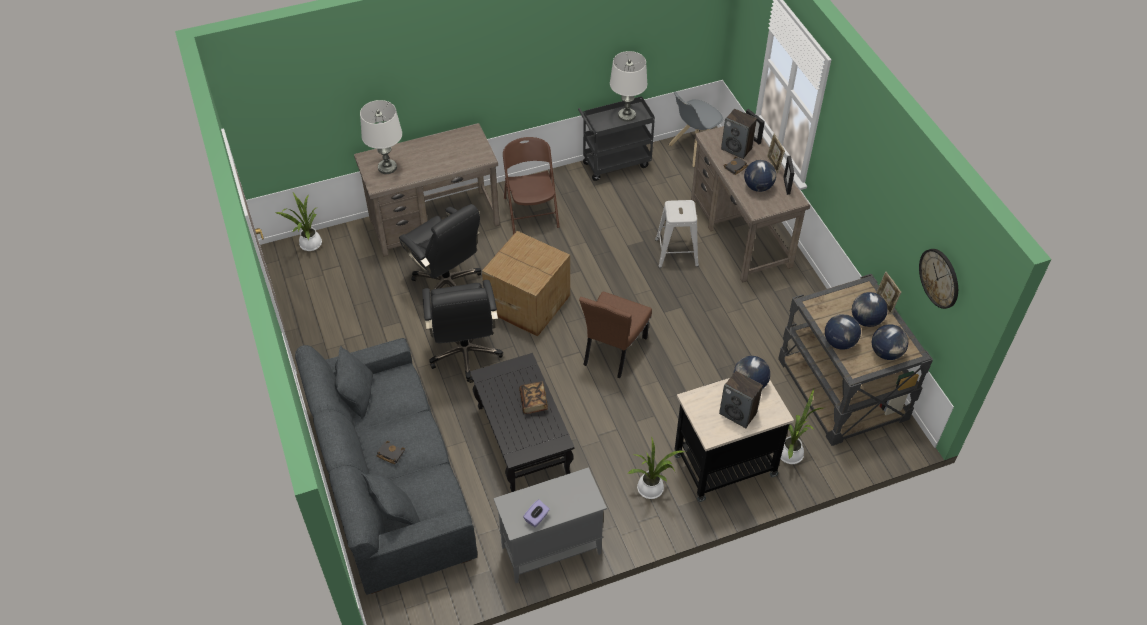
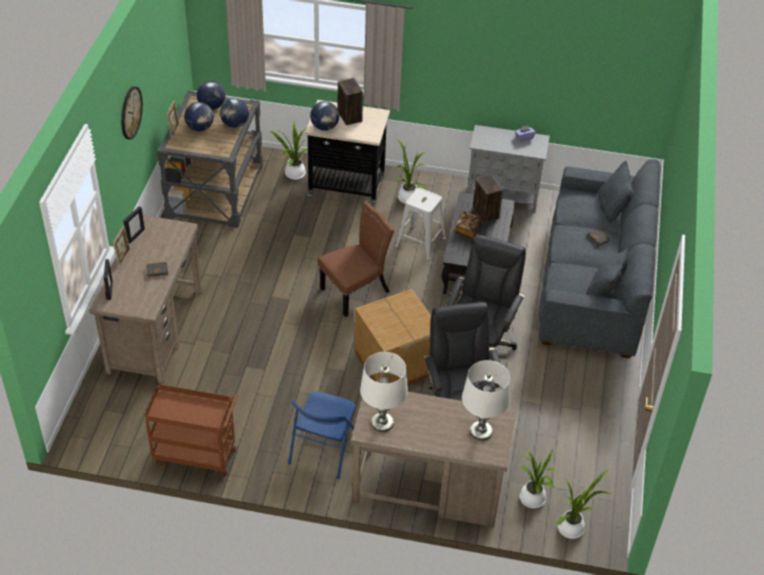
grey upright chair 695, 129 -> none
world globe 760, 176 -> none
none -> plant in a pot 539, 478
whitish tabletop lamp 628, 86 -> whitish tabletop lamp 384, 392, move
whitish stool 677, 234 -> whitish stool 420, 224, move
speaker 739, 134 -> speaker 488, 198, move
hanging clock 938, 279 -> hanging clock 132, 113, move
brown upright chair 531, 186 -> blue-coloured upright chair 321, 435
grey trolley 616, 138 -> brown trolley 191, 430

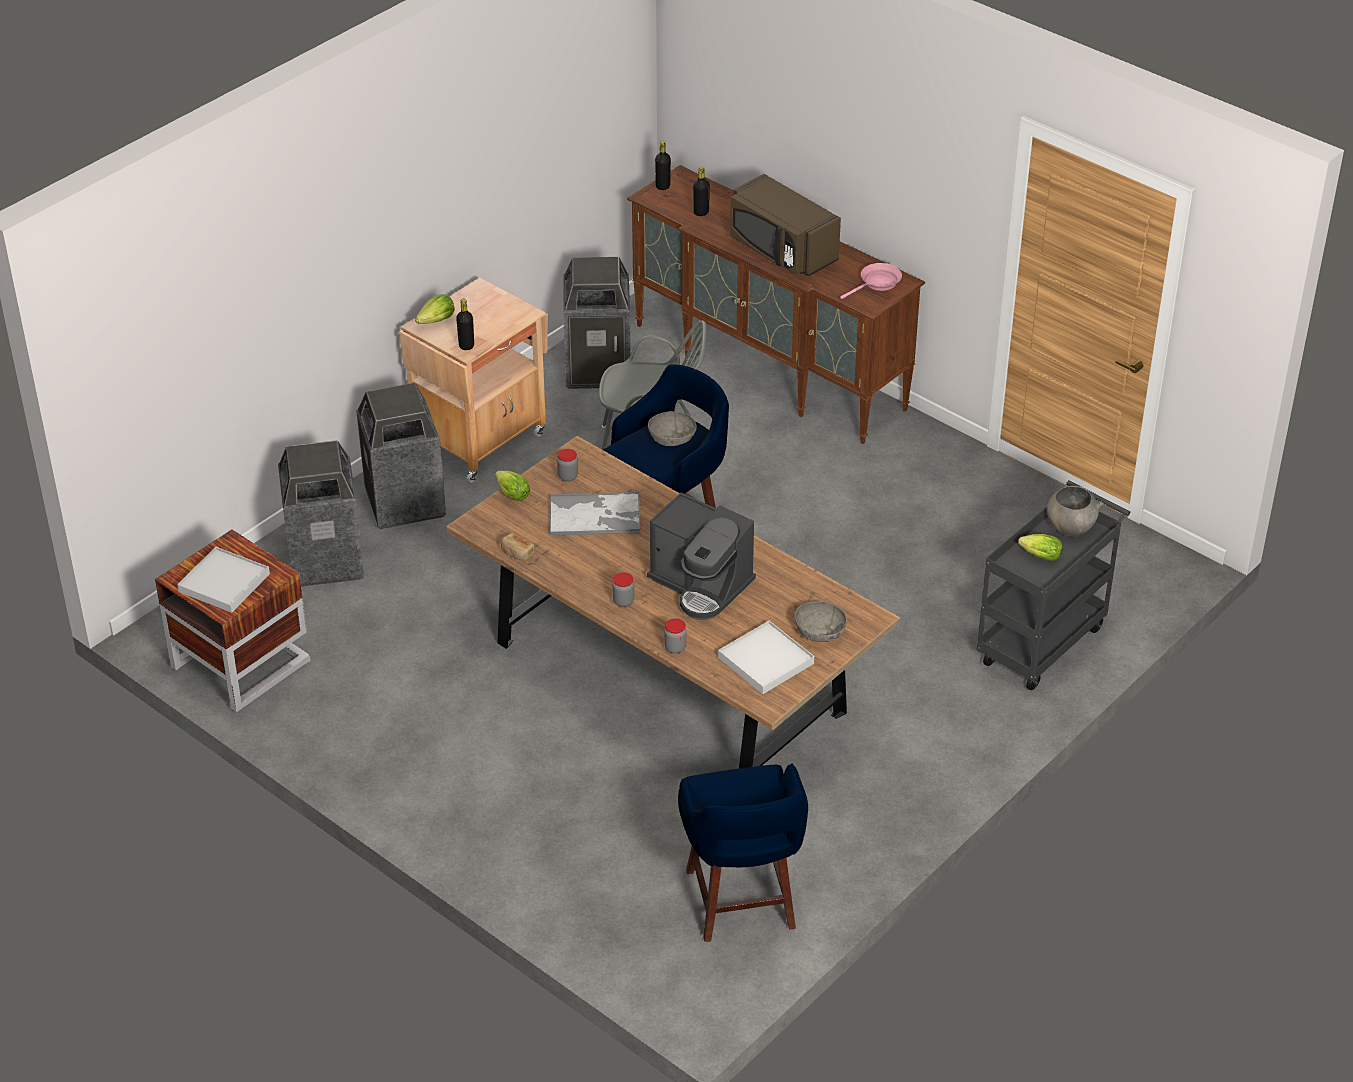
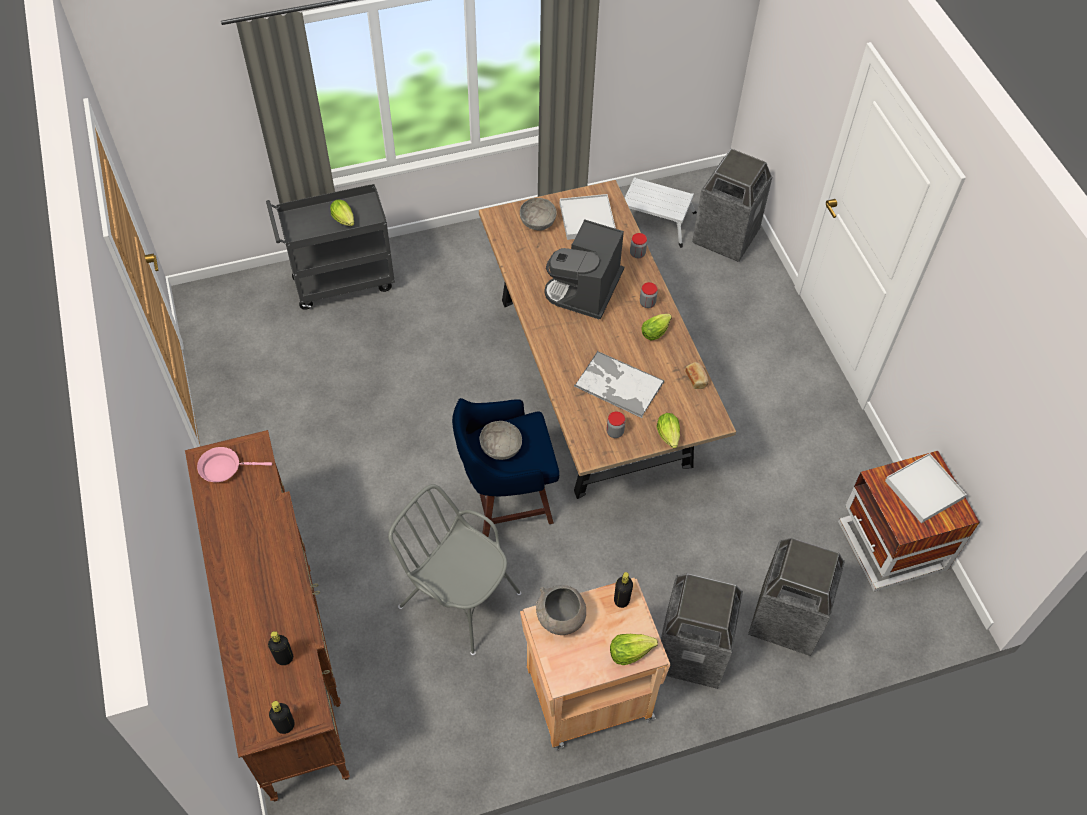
brown kitchen microwave 785, 225 -> none
none -> lettuce head 656, 327
waste bin 596, 323 -> waste bin 732, 205, move
grey deep dish 1075, 511 -> grey deep dish 561, 610, move
blue-coloured stool 743, 852 -> whitish step stool 661, 212
coffee maker 701, 556 -> coffee maker 584, 269, 135 degrees counterclockwise

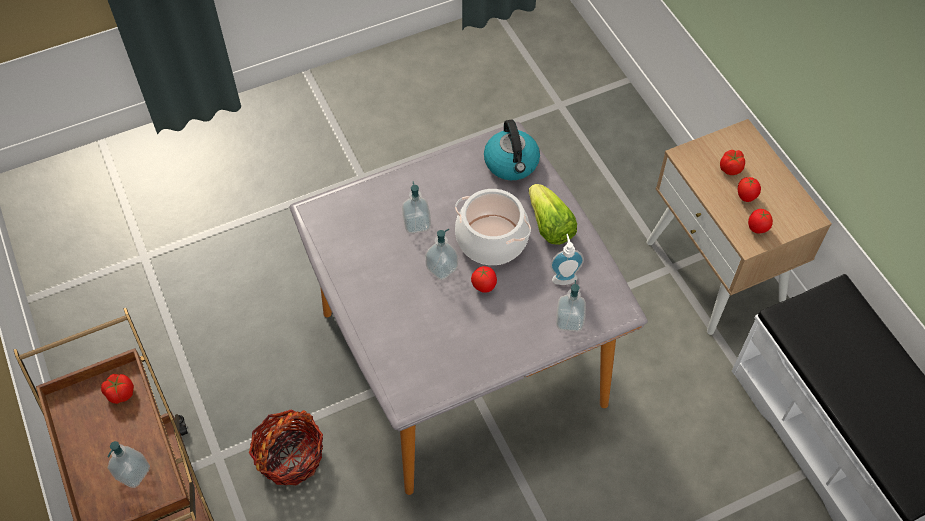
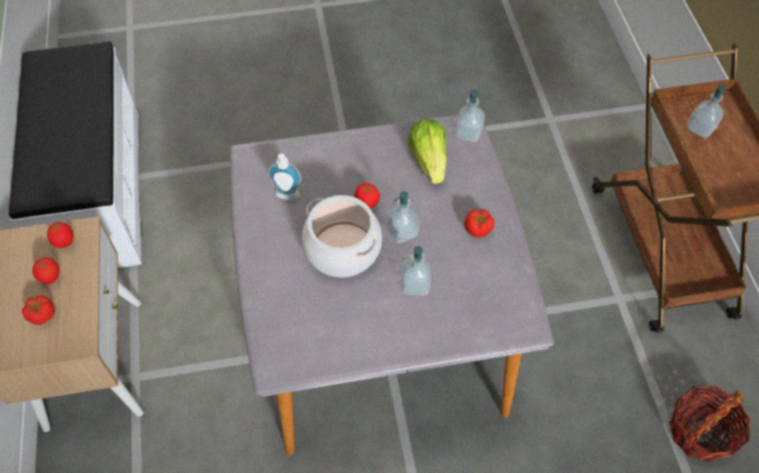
water kettle 512, 149 -> none
tomato 117, 389 -> tomato 479, 223, move
household basket 286, 447 -> household basket 709, 424, move
lettuce head 553, 214 -> lettuce head 427, 151, move
soap bottle 571, 305 -> soap bottle 470, 116, move

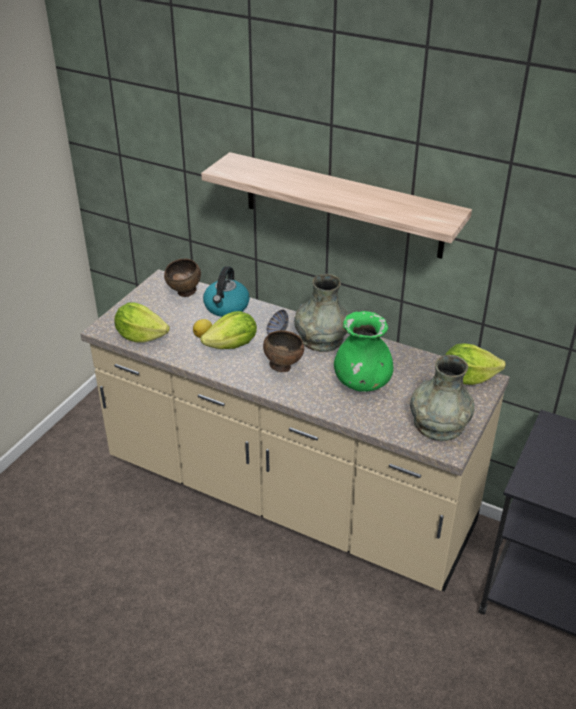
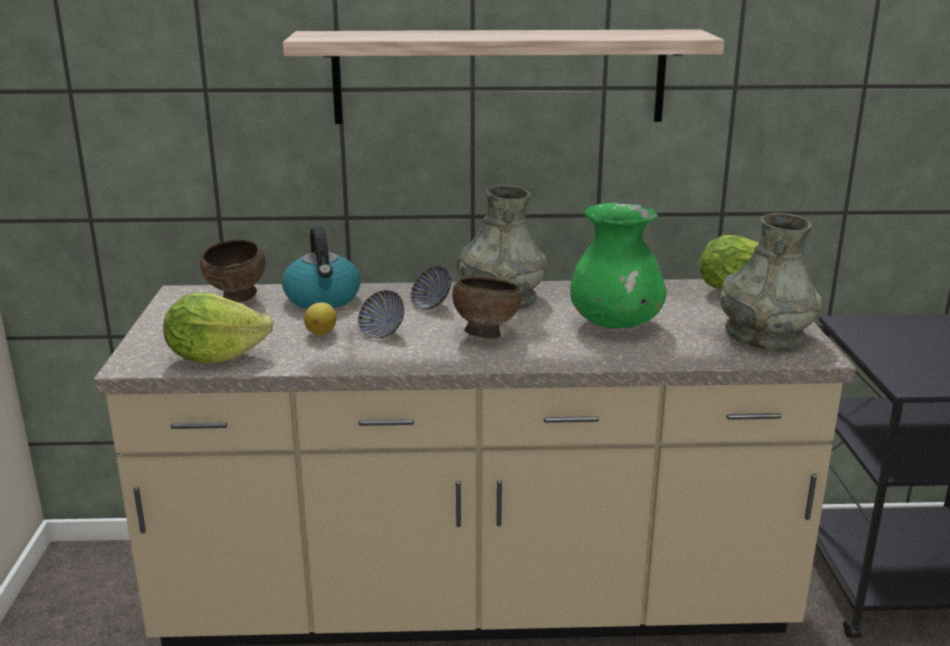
lettuce head 228, 330 -> deep dish 381, 314

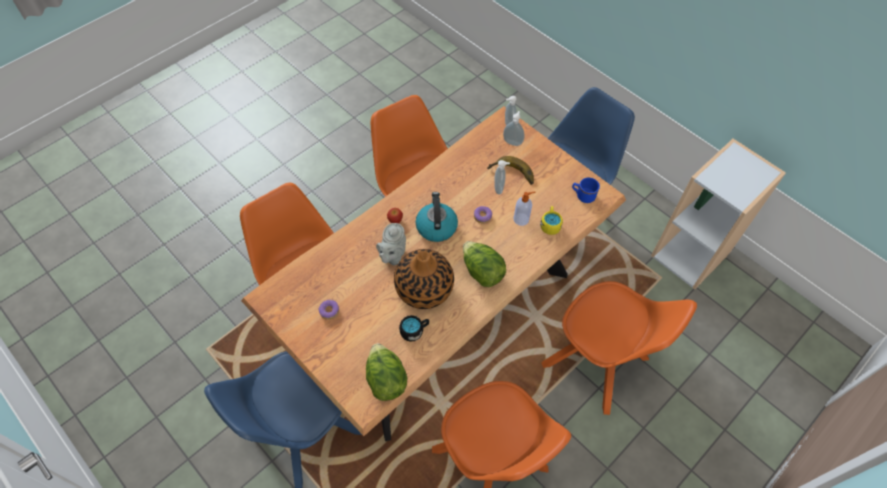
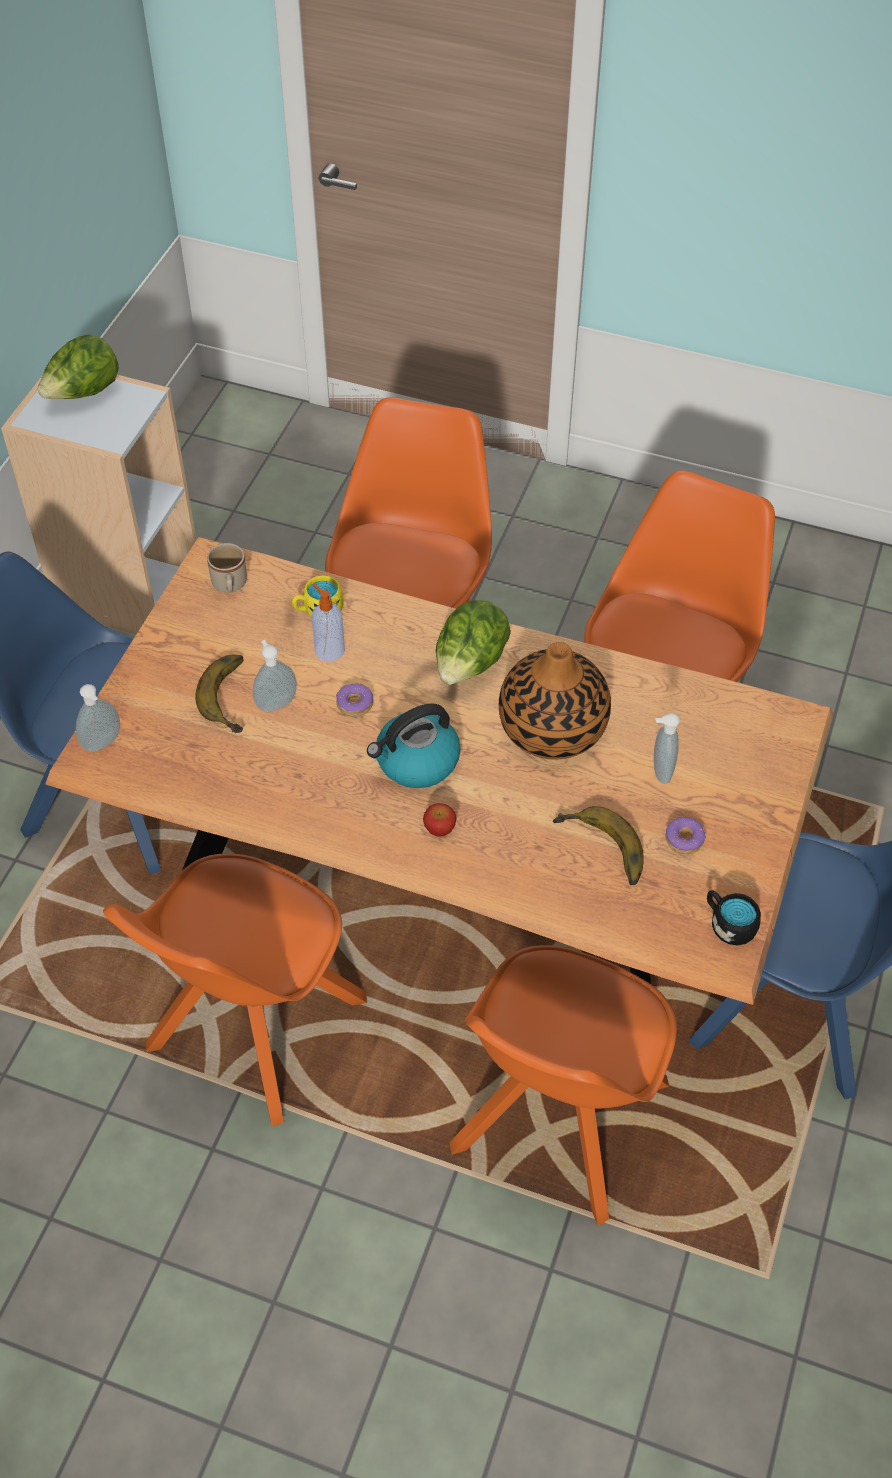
grey tea pot 391, 244 -> none
none -> banana fruit 598, 845
lettuce head 386, 372 -> lettuce head 78, 366, move
blackish mug 414, 328 -> blackish mug 734, 918, move
soap bottle 513, 128 -> soap bottle 667, 748, move
blue-coloured mug 586, 190 -> beige mug 227, 568

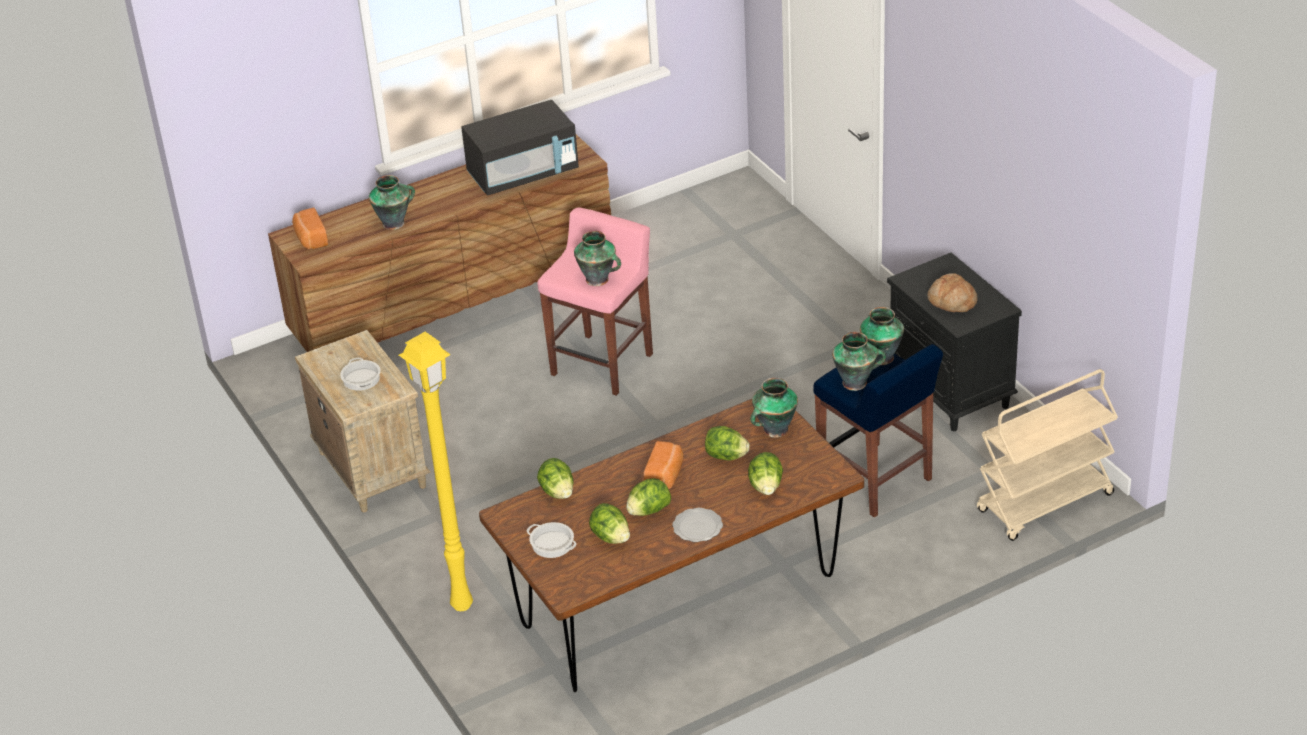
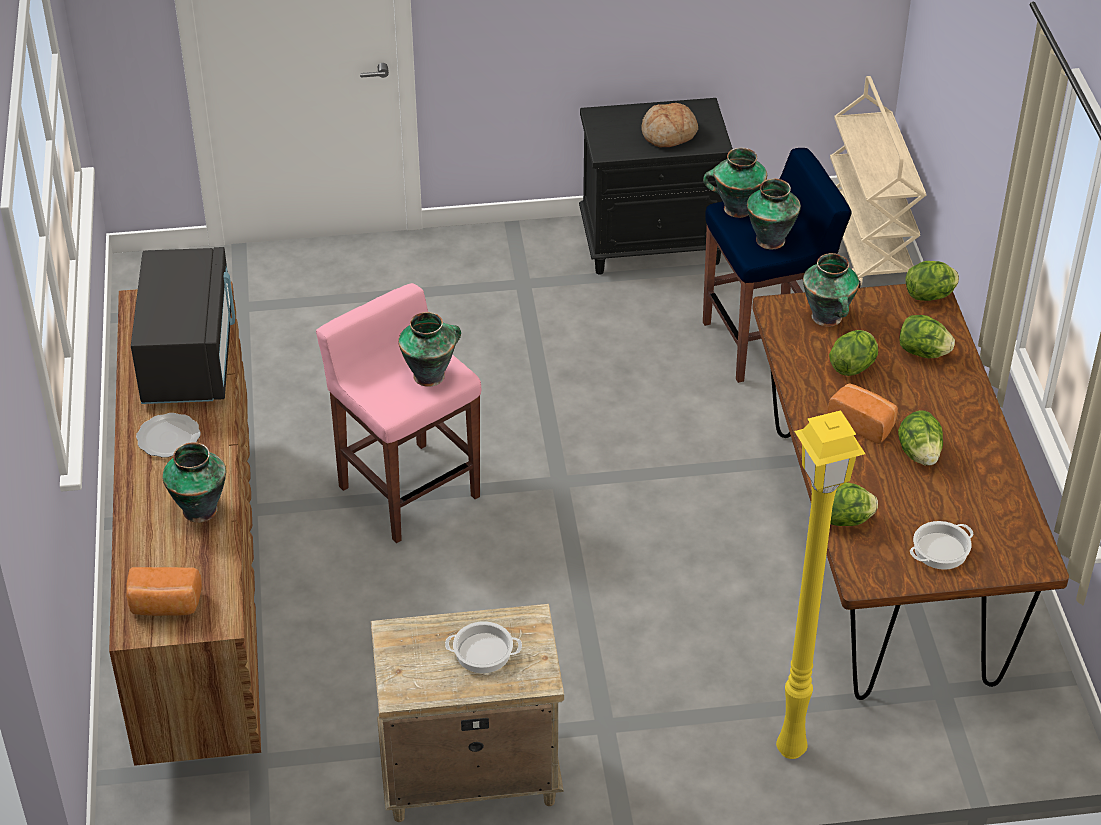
lettuce head 609, 523 -> lettuce head 932, 281, move
dinner plate 697, 525 -> dinner plate 168, 435, move

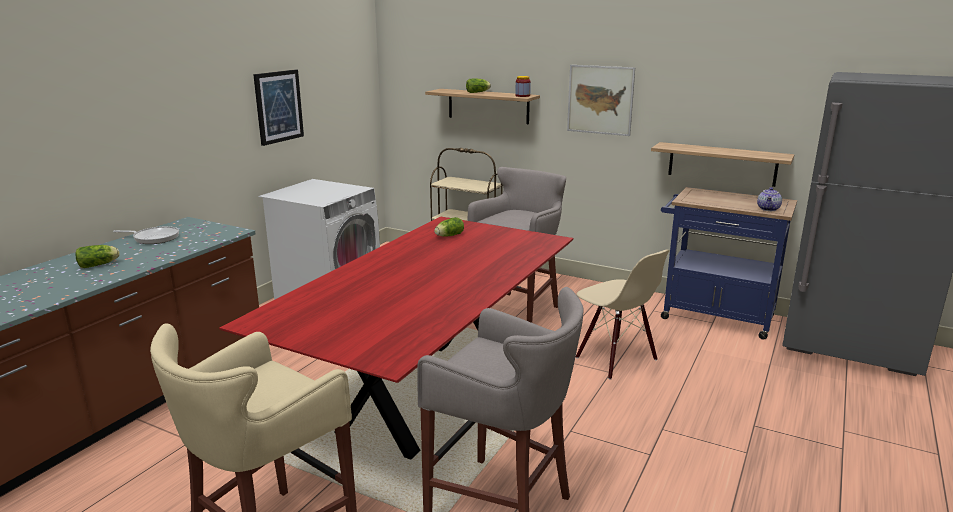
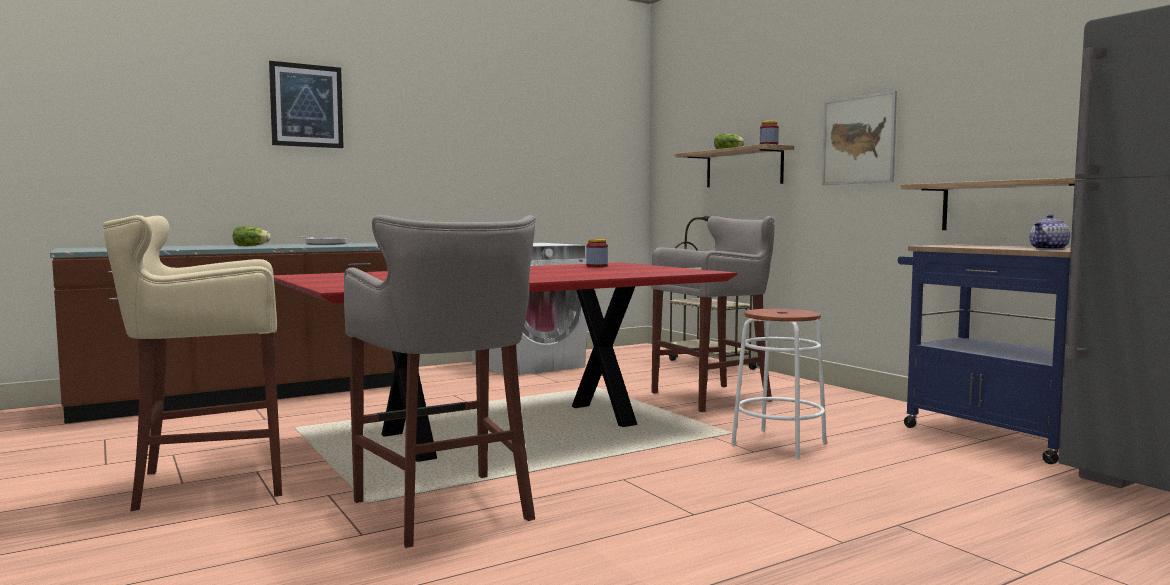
wall art 278, 107 -> wall art 306, 104, move
lettuce head 449, 227 -> preserve jar 597, 253
beige upright chair 623, 315 -> whitish stool 779, 384

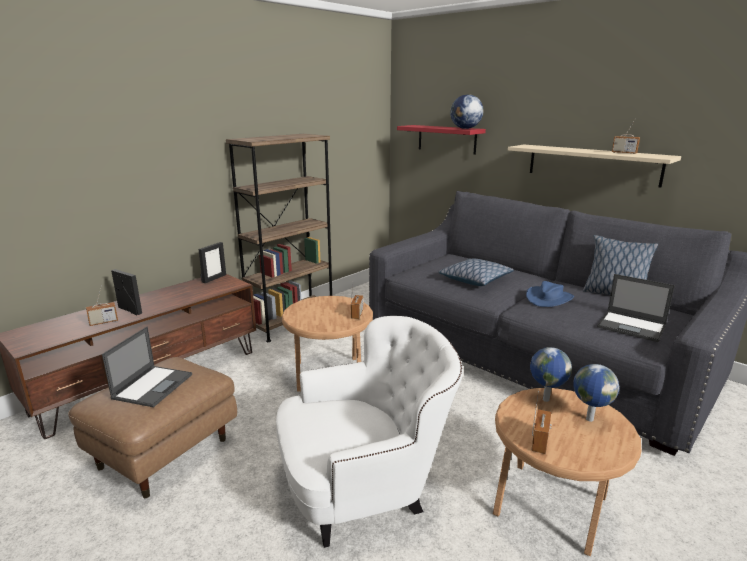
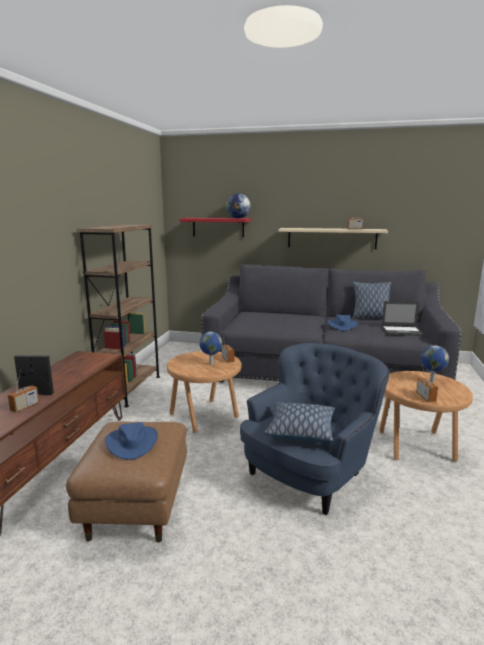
photo frame 212, 262 -> none
throw pillow 476, 272 -> throw pillow 299, 422, move
world globe 551, 374 -> world globe 210, 348, move
notebook computer 147, 366 -> blue-coloured wearable hat 131, 441
whitish easy chair 369, 432 -> blue-coloured easy chair 315, 429

